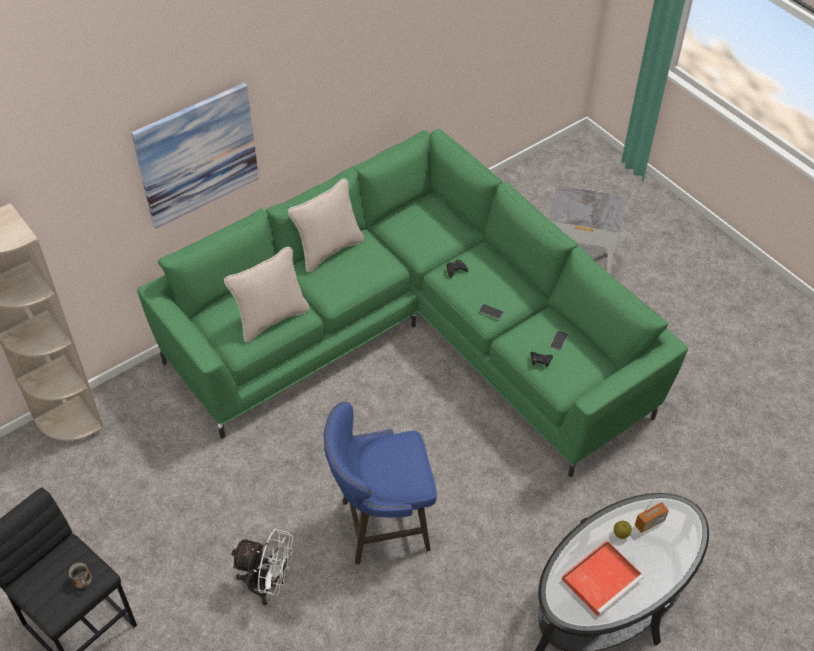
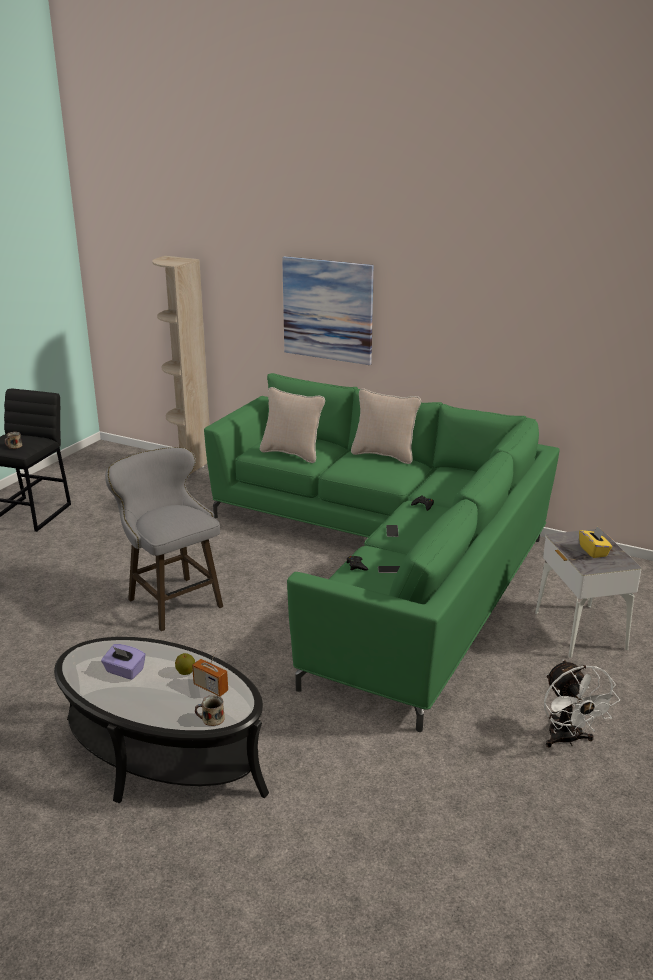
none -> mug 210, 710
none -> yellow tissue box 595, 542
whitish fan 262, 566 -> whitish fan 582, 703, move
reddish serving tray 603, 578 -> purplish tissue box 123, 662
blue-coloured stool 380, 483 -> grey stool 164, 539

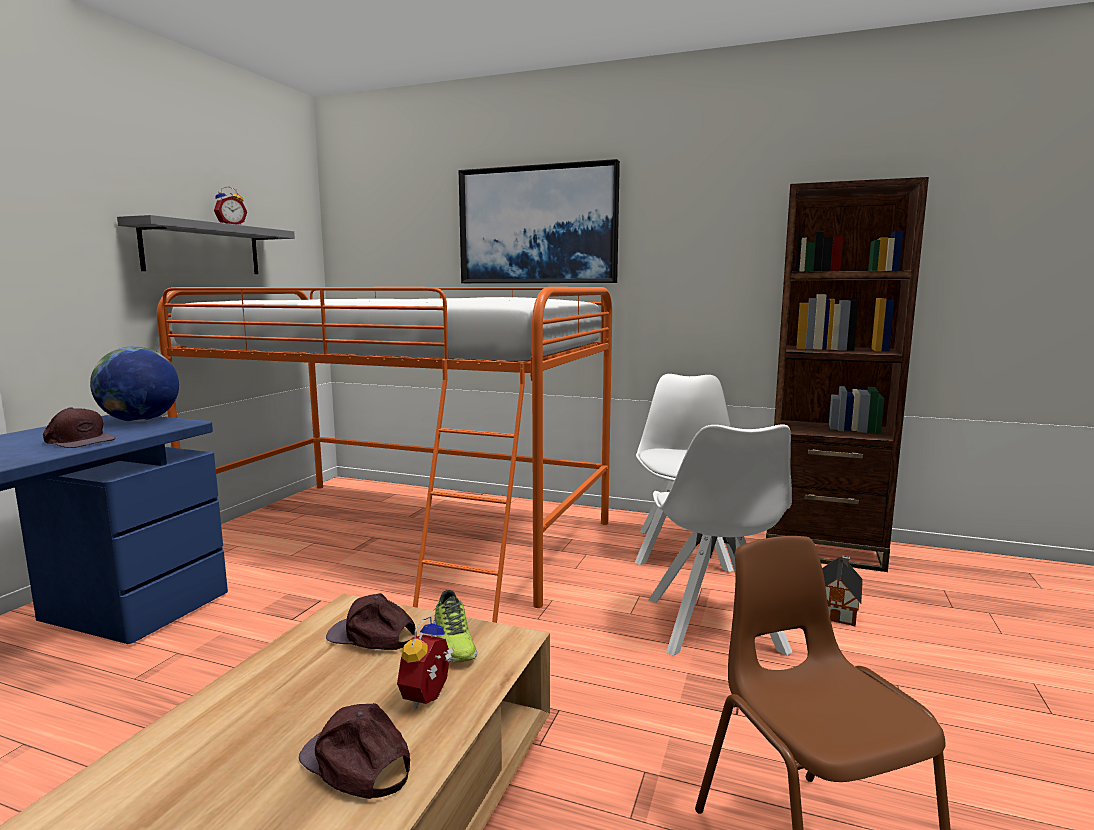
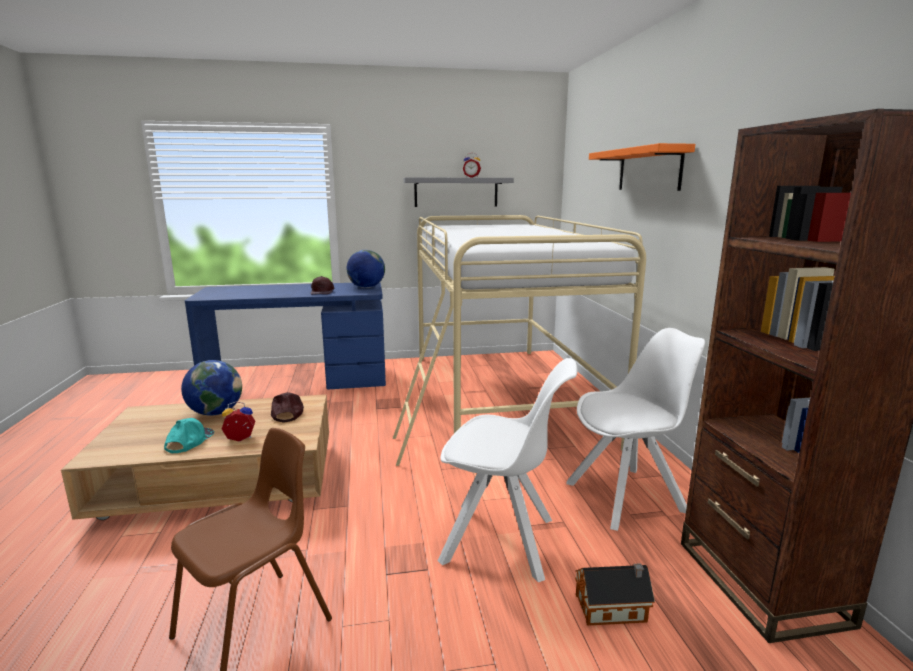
low shoe 455, 626 -> none
none -> world globe 211, 388
wall art 539, 221 -> orange shelf 642, 167
orange sleeping bed 384, 455 -> beige sleeping bed 519, 340
brown baseball cap 354, 751 -> turquoise-coloured baseball cap 189, 435
whitish upright chair 720, 540 -> whitish upright chair 507, 470, 135 degrees counterclockwise

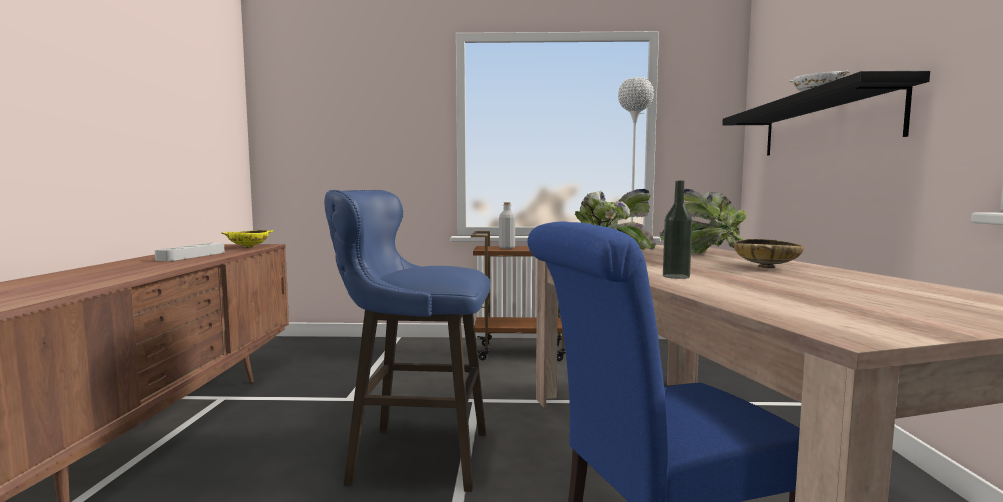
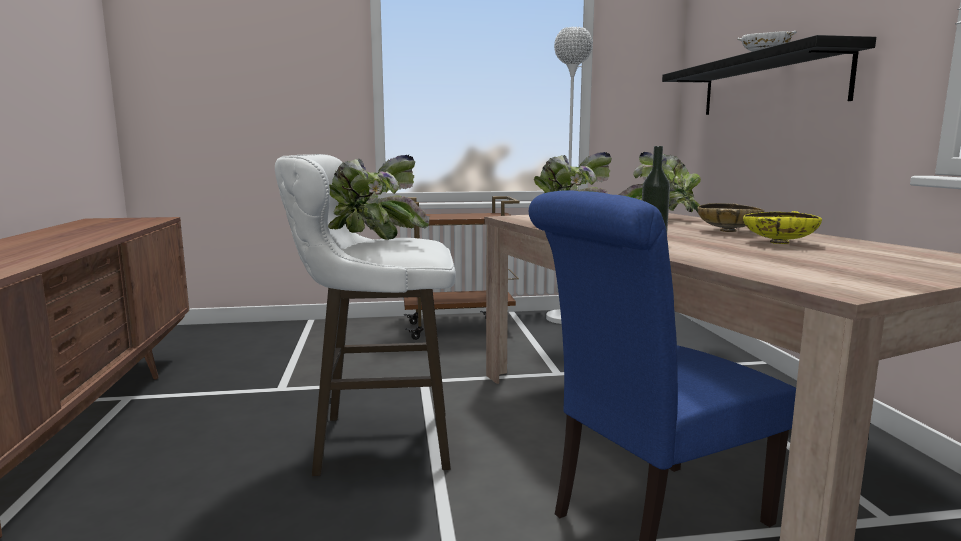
grey serving tray 190, 252 -> none
grey bottle 507, 225 -> none
none -> plant in a pot 379, 197
yellow deep dish 247, 239 -> yellow deep dish 782, 227, move
blue-coloured stool 407, 341 -> whitish stool 365, 315

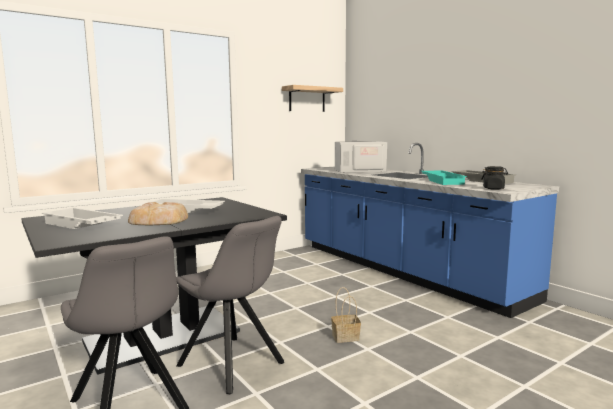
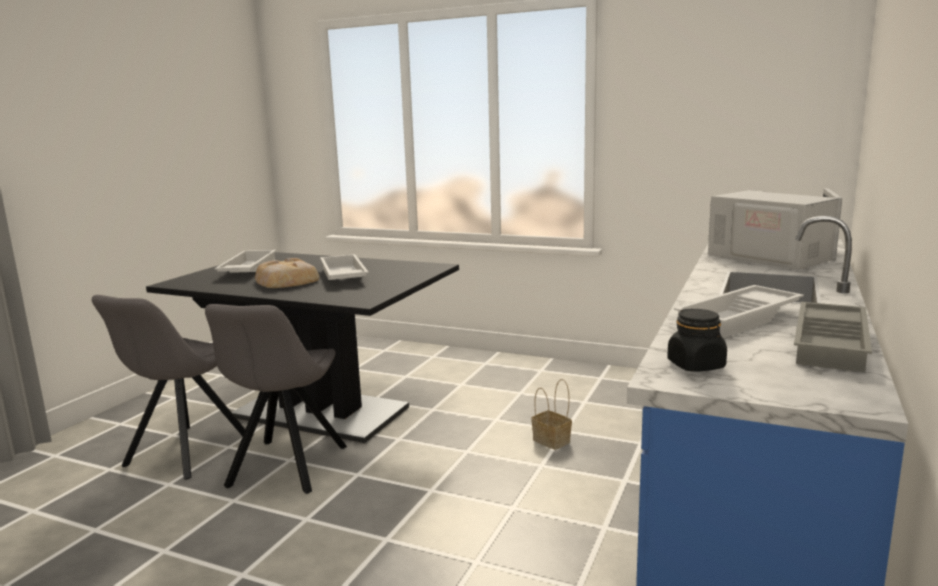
shelf 312, 98 -> none
household basket 346, 315 -> household basket 551, 414, move
turquoise-coloured serving tray 444, 177 -> whitish serving tray 739, 311

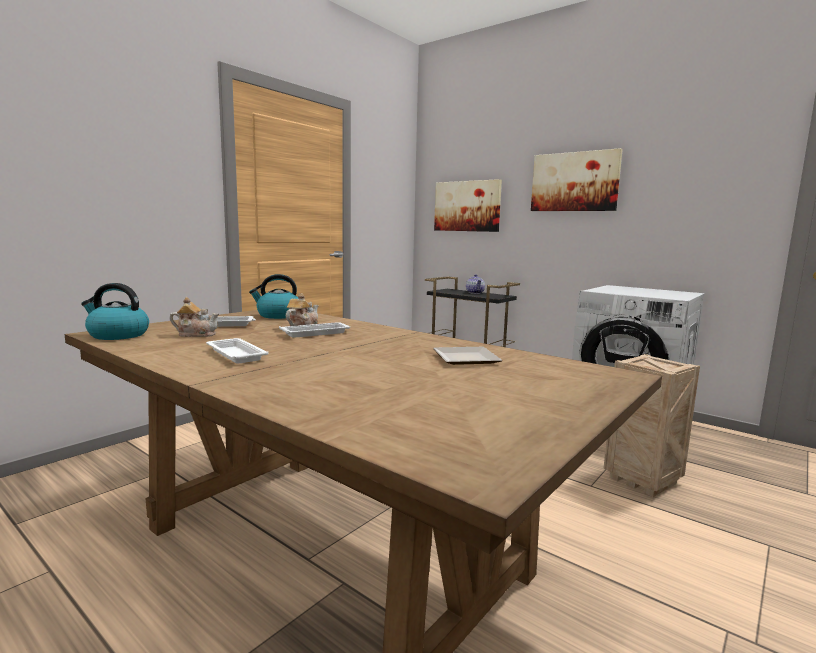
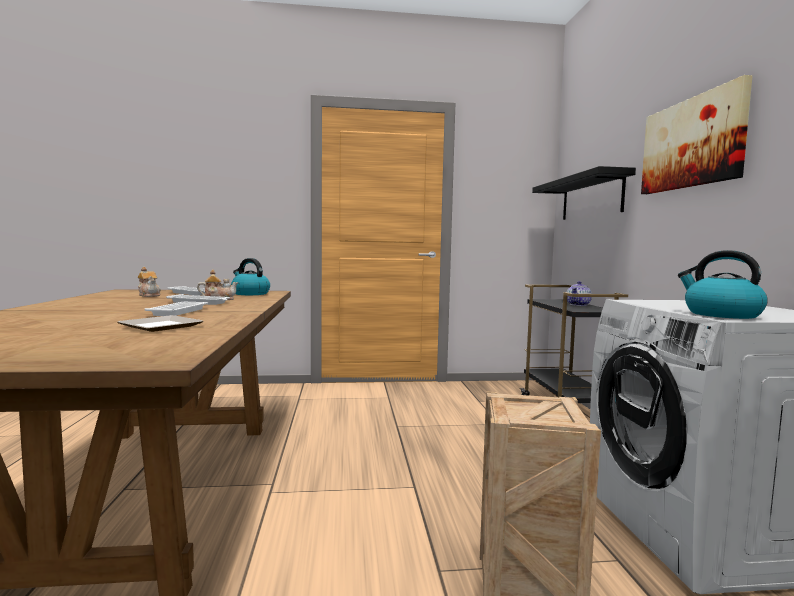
water kettle 115, 311 -> water kettle 723, 284, move
whitish serving tray 237, 351 -> whitish serving tray 176, 309, move
wall art 468, 205 -> blackish shelf 584, 193

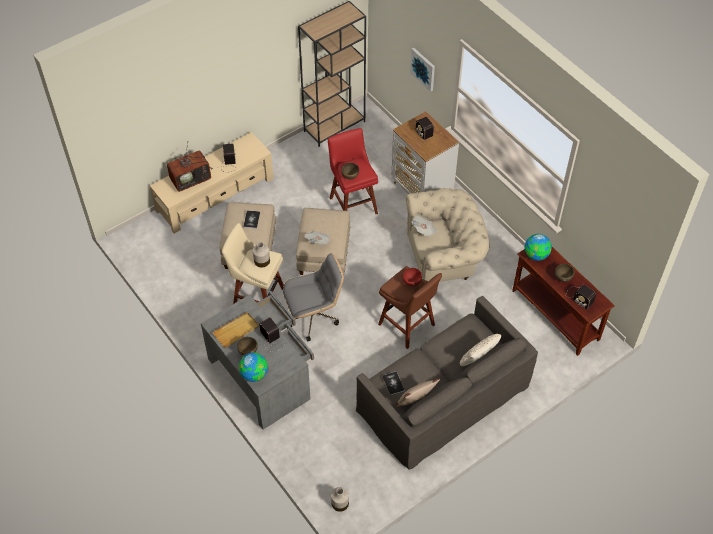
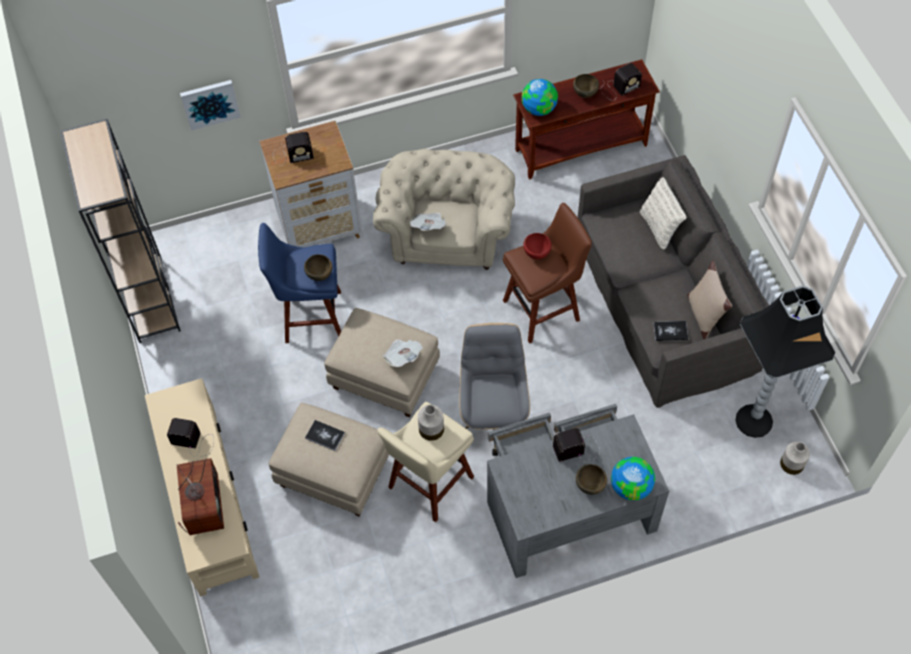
beige serving tray 236, 330 -> none
none -> blackish standing lamp 786, 362
reddish stool 353, 171 -> blue-coloured stool 299, 283

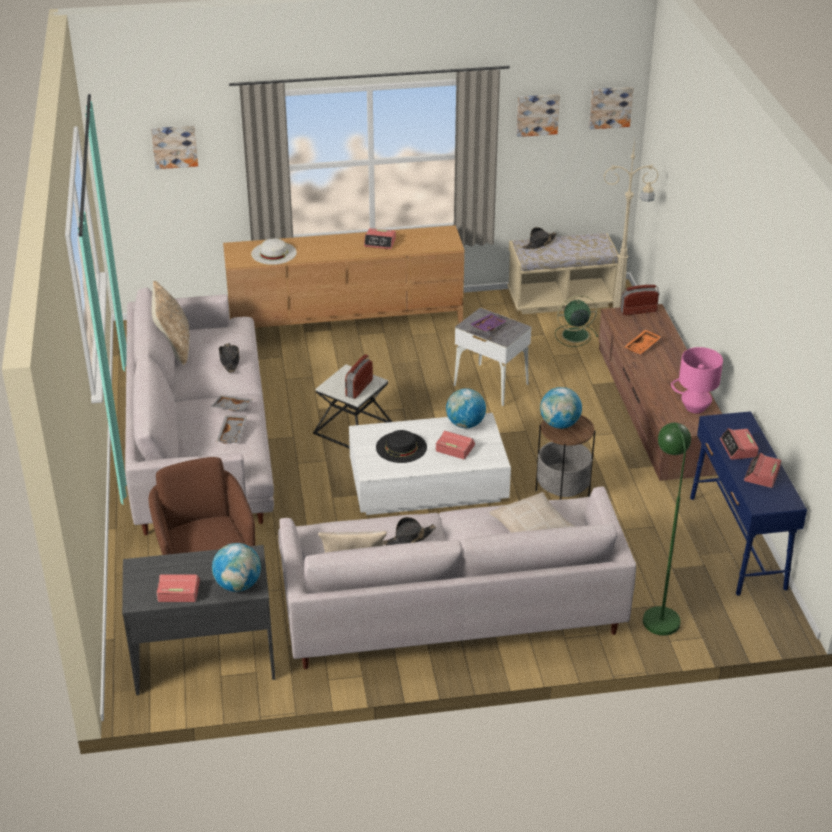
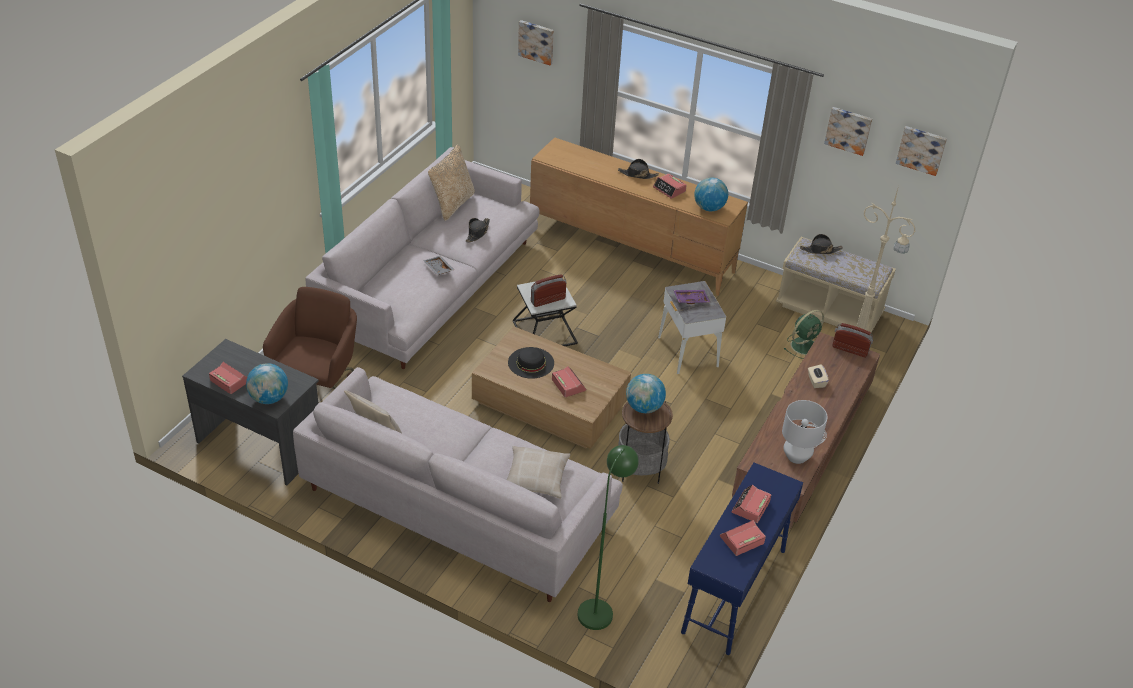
grey serving tray 231, 429 -> none
whitish wearable hat 274, 251 -> none
blackish wearable hat 409, 531 -> blackish wearable hat 638, 169, move
world globe 466, 408 -> world globe 711, 194, move
orange serving tray 642, 342 -> beige tissue box 818, 376
whitish lounge table 430, 464 -> brown lounge table 551, 387
pink tabletop lamp 697, 380 -> grey tabletop lamp 805, 432
green-coloured fan 576, 321 -> green-coloured fan 804, 334, 120 degrees clockwise

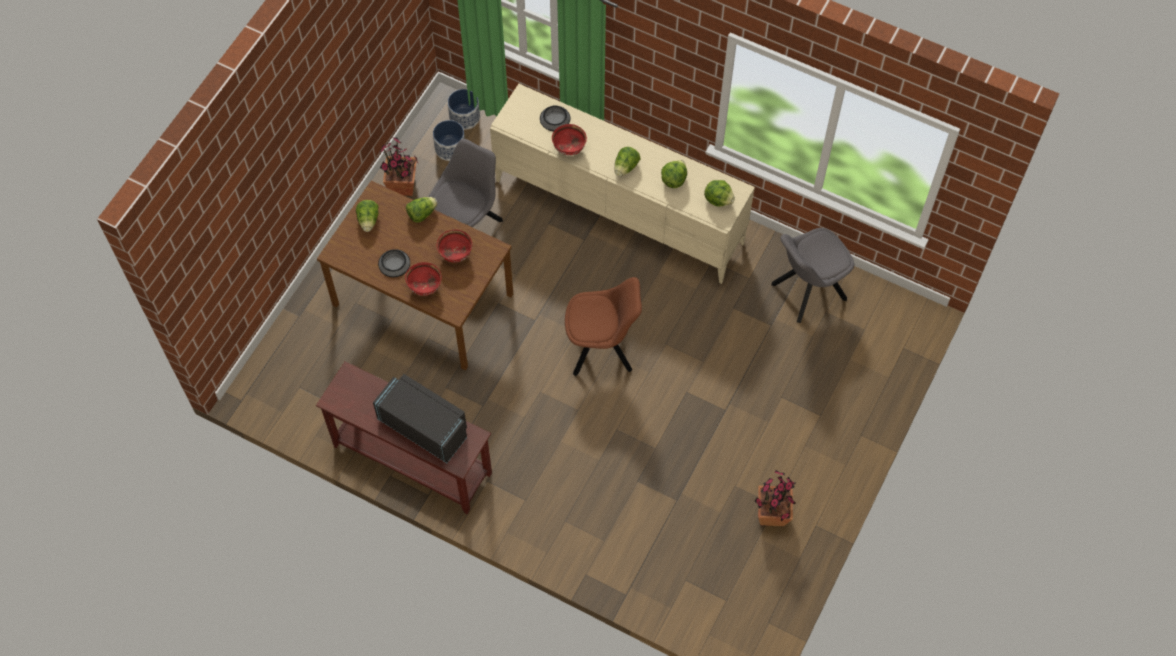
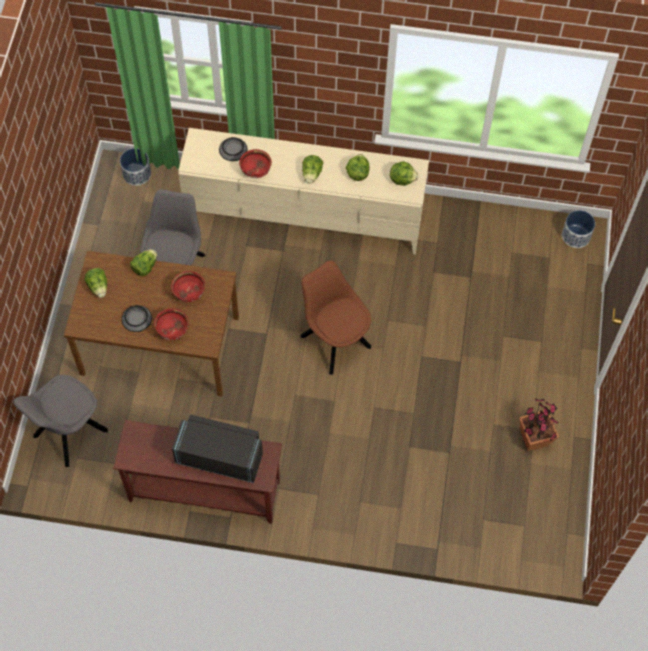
plant in a pot 399, 166 -> none
planter 449, 140 -> planter 578, 229, move
grey upright chair 812, 275 -> grey upright chair 60, 421, move
brown upright chair 603, 326 -> brown upright chair 336, 318, 105 degrees counterclockwise

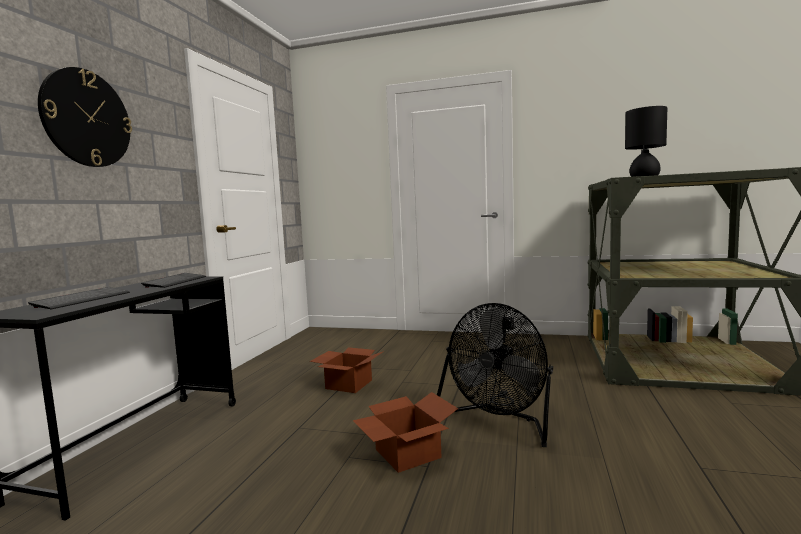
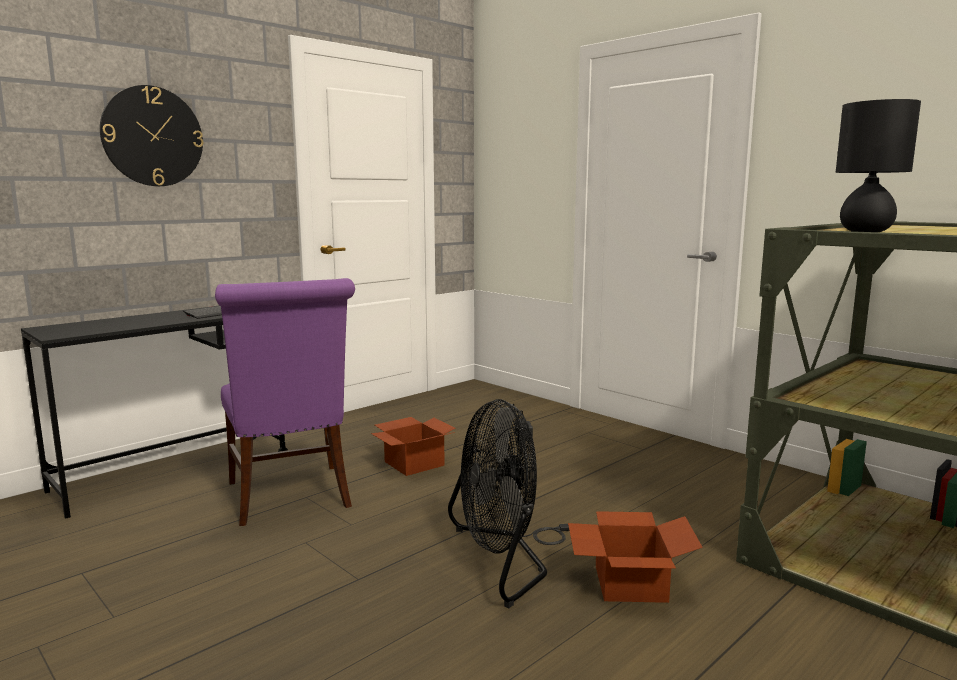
PC keyboard 79, 298 -> none
none -> purplish upright chair 285, 402
cardboard box 405, 432 -> cardboard box 635, 557, move

